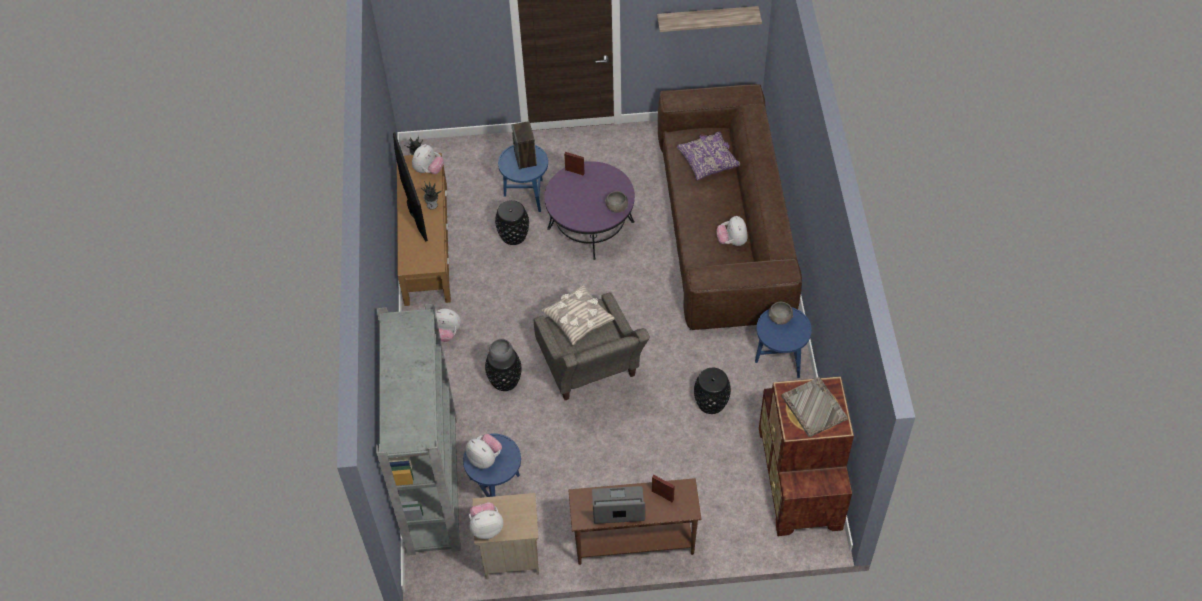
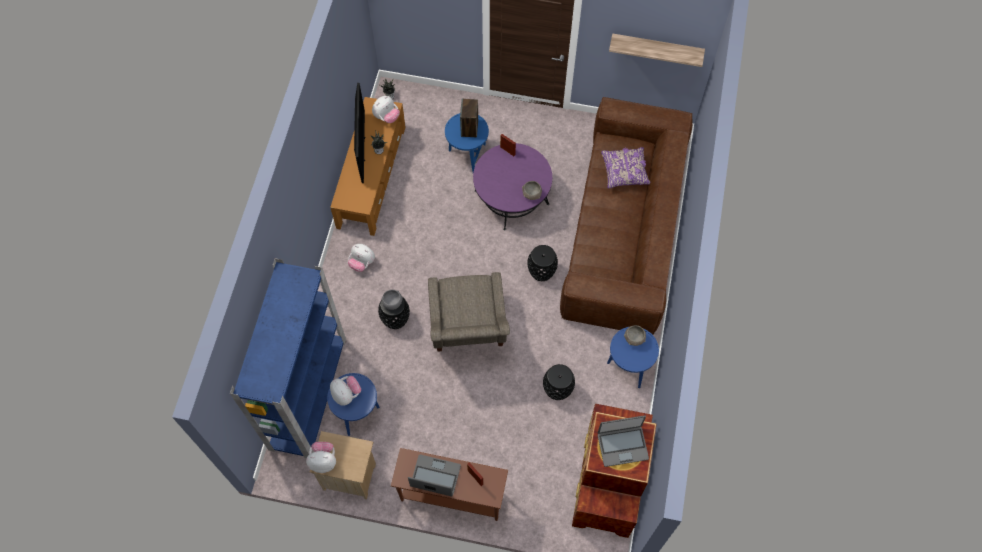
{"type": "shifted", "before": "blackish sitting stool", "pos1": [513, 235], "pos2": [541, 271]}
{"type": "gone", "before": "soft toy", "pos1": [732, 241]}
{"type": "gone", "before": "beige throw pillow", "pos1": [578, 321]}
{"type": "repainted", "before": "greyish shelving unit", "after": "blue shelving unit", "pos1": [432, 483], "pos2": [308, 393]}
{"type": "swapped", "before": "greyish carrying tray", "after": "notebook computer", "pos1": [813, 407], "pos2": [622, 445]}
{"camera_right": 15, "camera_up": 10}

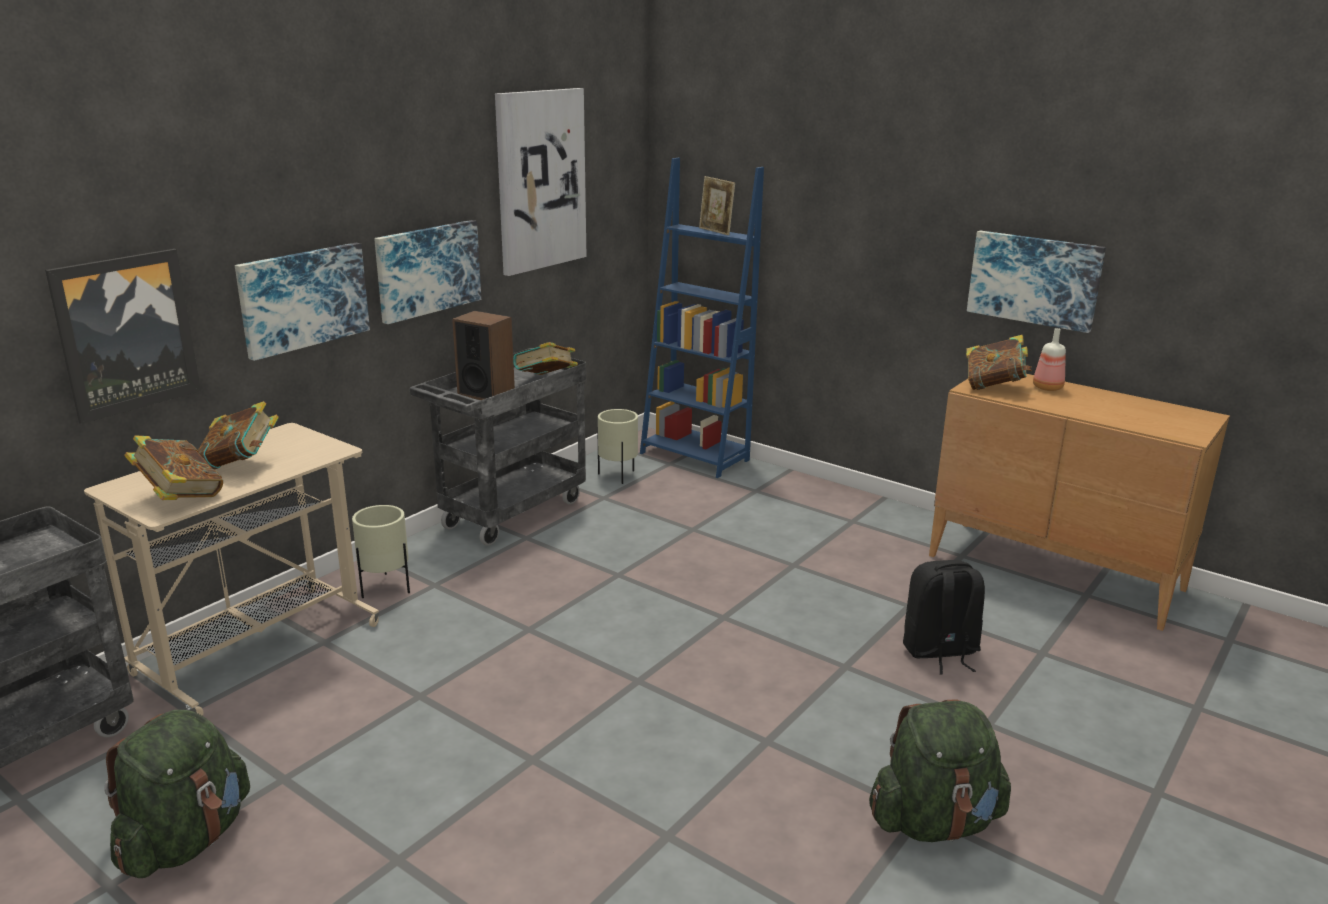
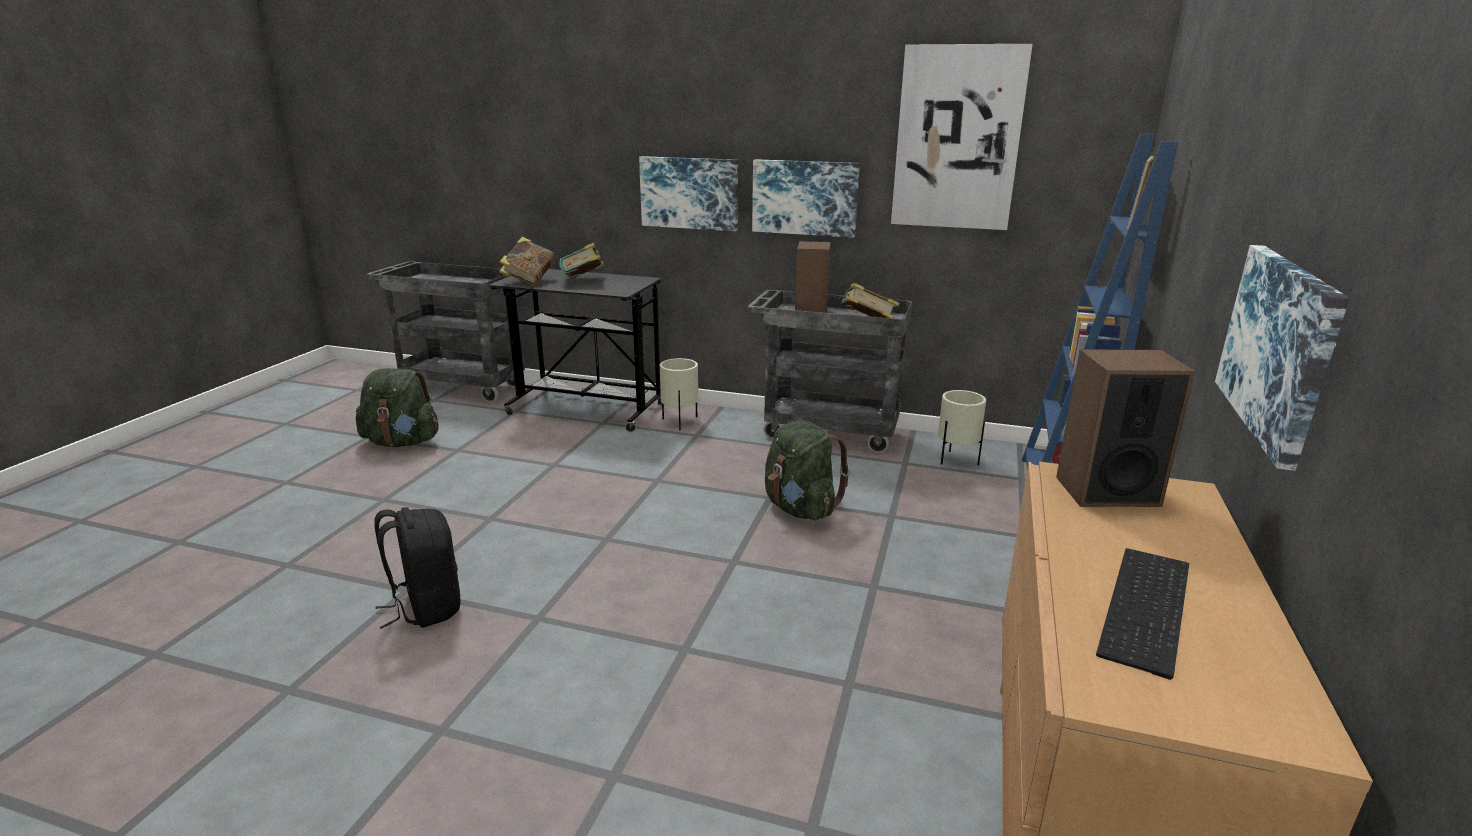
{"type": "gone", "before": "picture", "pos1": [126, 334]}
{"type": "gone", "before": "bottle", "pos1": [1048, 388]}
{"type": "swapped", "before": "volume", "after": "audio speaker", "pos1": [994, 387], "pos2": [1106, 491]}
{"type": "repainted", "before": "beige desk", "after": "blackish desk", "pos1": [259, 648], "pos2": [586, 409]}
{"type": "shifted", "before": "blackish rucksack", "pos1": [940, 652], "pos2": [426, 607]}
{"type": "shifted", "before": "green-coloured rucksack", "pos1": [934, 822], "pos2": [800, 509]}
{"type": "new", "after": "computer keyboard", "pos2": [1150, 610]}
{"camera_right": 70, "camera_up": 0}

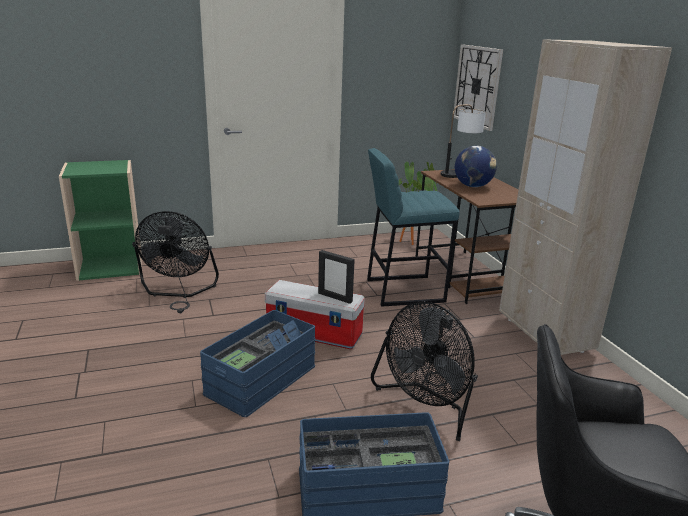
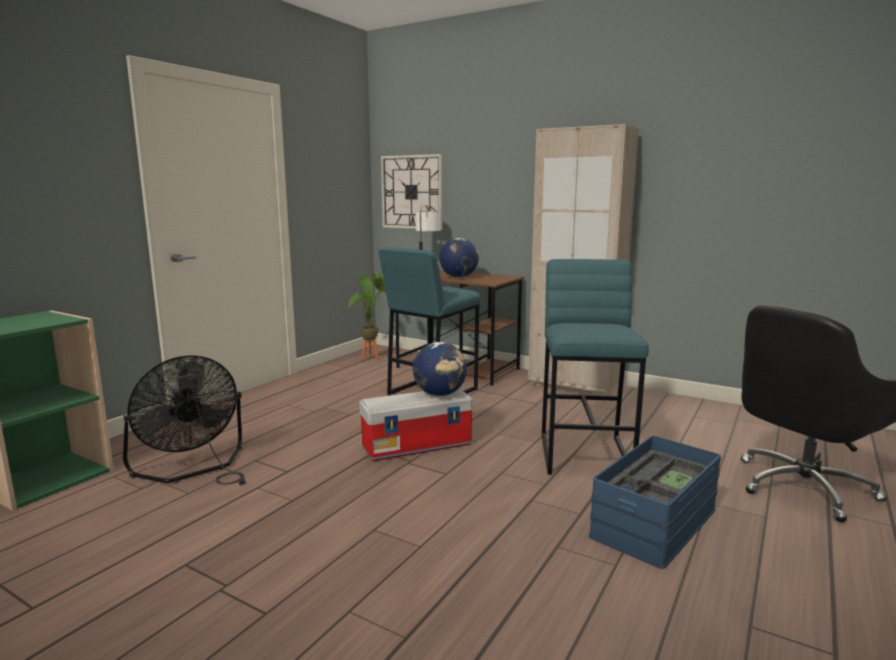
{"type": "swapped", "before": "photo frame", "after": "desk globe", "pos1": [335, 297], "pos2": [440, 394]}
{"type": "swapped", "before": "blackish cooling fan", "after": "turquoise-coloured sitting stool", "pos1": [425, 402], "pos2": [584, 454]}
{"type": "gone", "before": "blue storage bin", "pos1": [260, 378]}
{"camera_right": -40, "camera_up": -10}

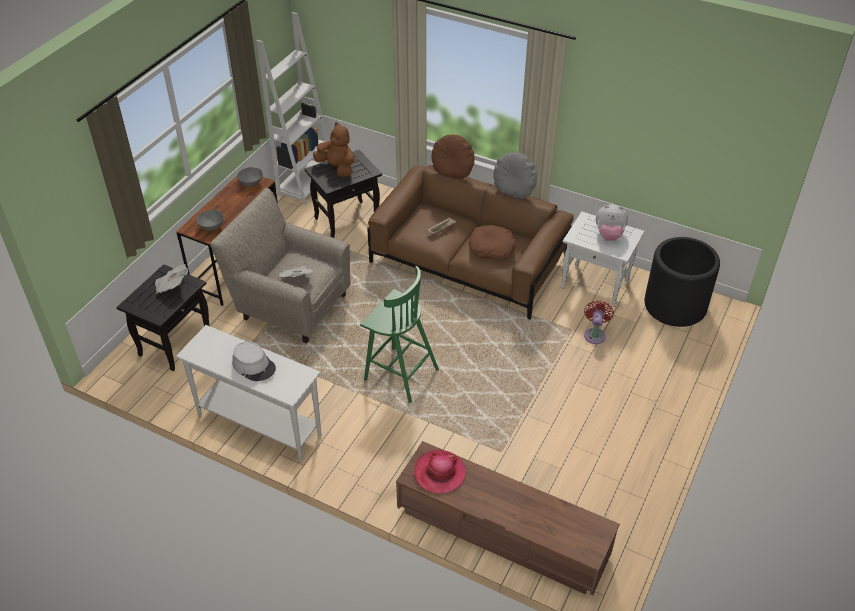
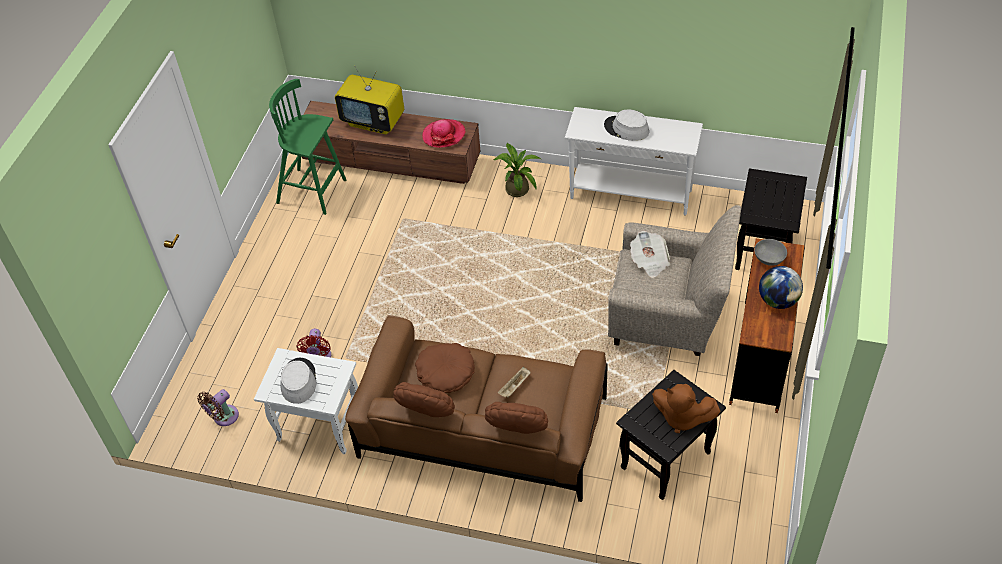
{"type": "gone", "before": "white-coloured shelving unit", "pos1": [306, 184]}
{"type": "repainted", "before": "greyish throw pillow", "after": "brown-coloured throw pillow", "pos1": [513, 192], "pos2": [426, 416]}
{"type": "gone", "before": "greyish serving bowl", "pos1": [251, 183]}
{"type": "swapped", "before": "soft toy", "after": "greyish hat", "pos1": [609, 235], "pos2": [298, 381]}
{"type": "swapped", "before": "blackish planter", "after": "brown-coloured cooling fan", "pos1": [675, 305], "pos2": [223, 417]}
{"type": "gone", "before": "newspaper", "pos1": [172, 286]}
{"type": "shifted", "before": "green-coloured sitting stool", "pos1": [399, 374], "pos2": [314, 191]}
{"type": "new", "after": "TV set", "pos2": [374, 121]}
{"type": "new", "after": "plant in a pot", "pos2": [517, 187]}
{"type": "new", "after": "desk globe", "pos2": [778, 301]}
{"camera_right": 170, "camera_up": 5}

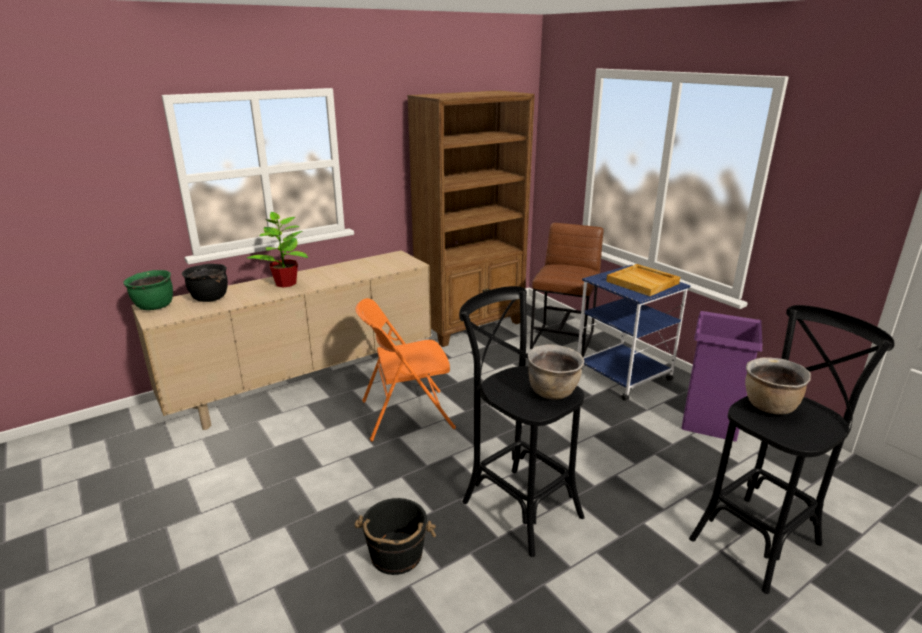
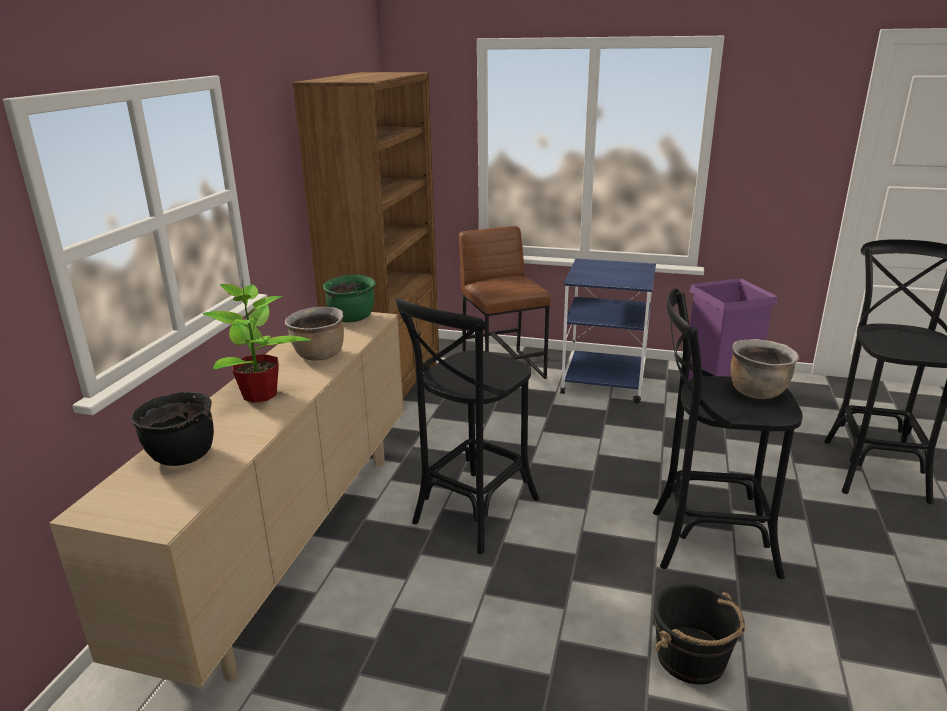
{"type": "gone", "before": "beige carrying tray", "pos1": [643, 282]}
{"type": "shifted", "before": "green-coloured cooking pot", "pos1": [154, 307], "pos2": [352, 318]}
{"type": "swapped", "before": "orangey upright chair", "after": "blackish sitting stool", "pos1": [407, 414], "pos2": [472, 513]}
{"type": "shifted", "before": "brown-coloured cooking pot", "pos1": [769, 407], "pos2": [319, 355]}
{"camera_right": -40, "camera_up": 0}

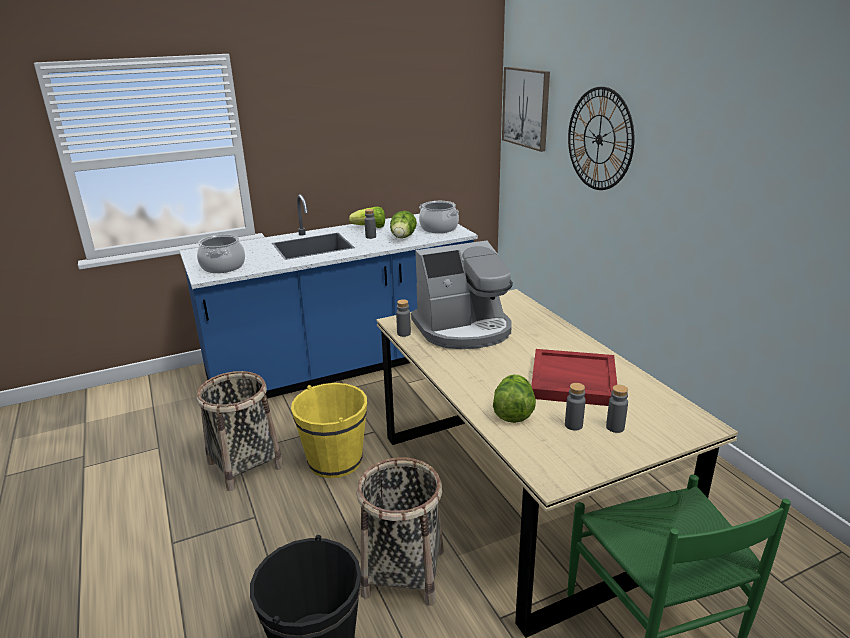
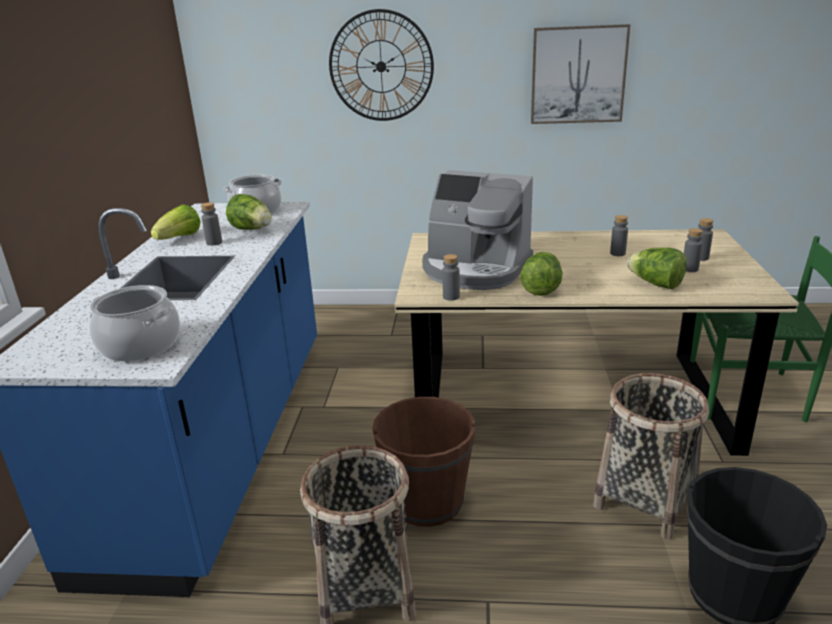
{"type": "shifted", "before": "picture", "pos1": [526, 108], "pos2": [578, 75]}
{"type": "rotated", "before": "coffee brewer", "pos1": [464, 329], "pos2": [475, 270], "turn": 105}
{"type": "swapped", "before": "reddish carrying tray", "after": "greyish bottle", "pos1": [572, 381], "pos2": [617, 253]}
{"type": "repainted", "before": "yellow-coloured pail", "after": "brown-coloured pail", "pos1": [335, 460], "pos2": [427, 501]}
{"type": "new", "after": "lettuce", "pos2": [541, 288]}
{"camera_right": -60, "camera_up": 0}

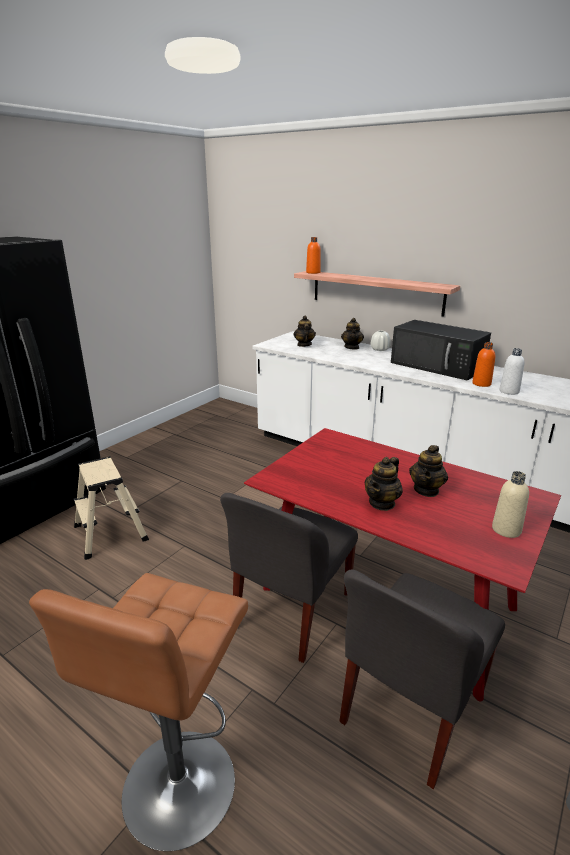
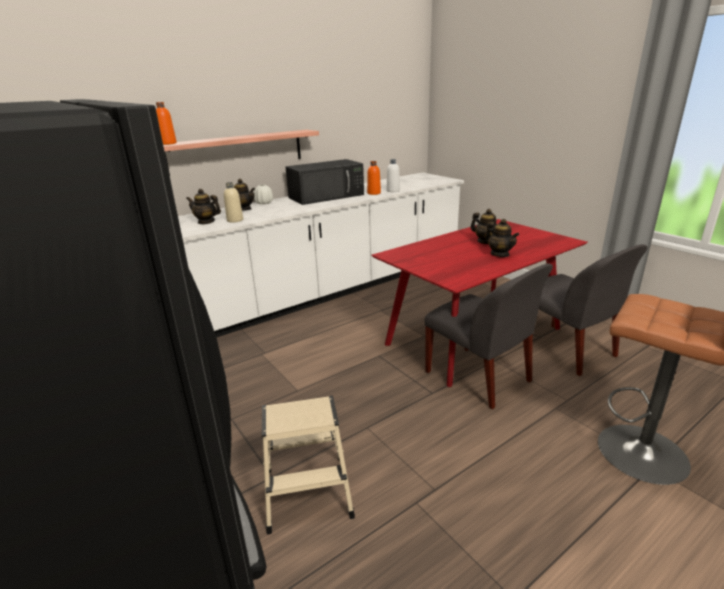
{"type": "shifted", "before": "beige bottle", "pos1": [506, 529], "pos2": [235, 220]}
{"camera_right": -70, "camera_up": 0}

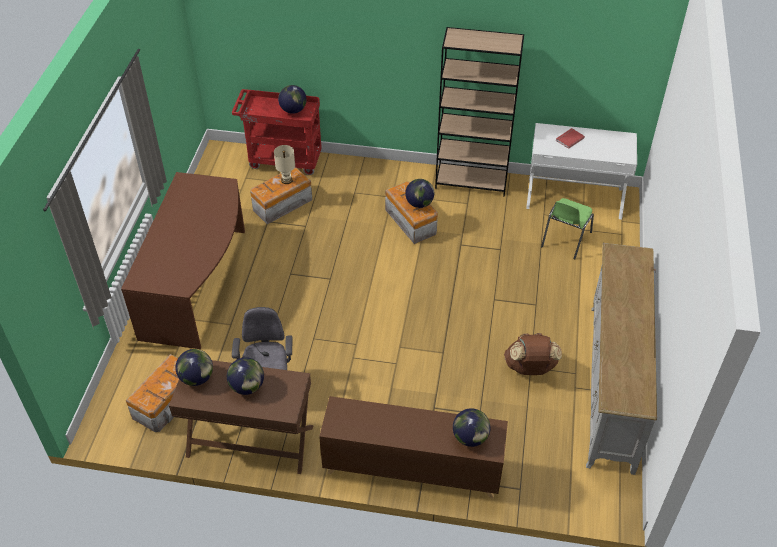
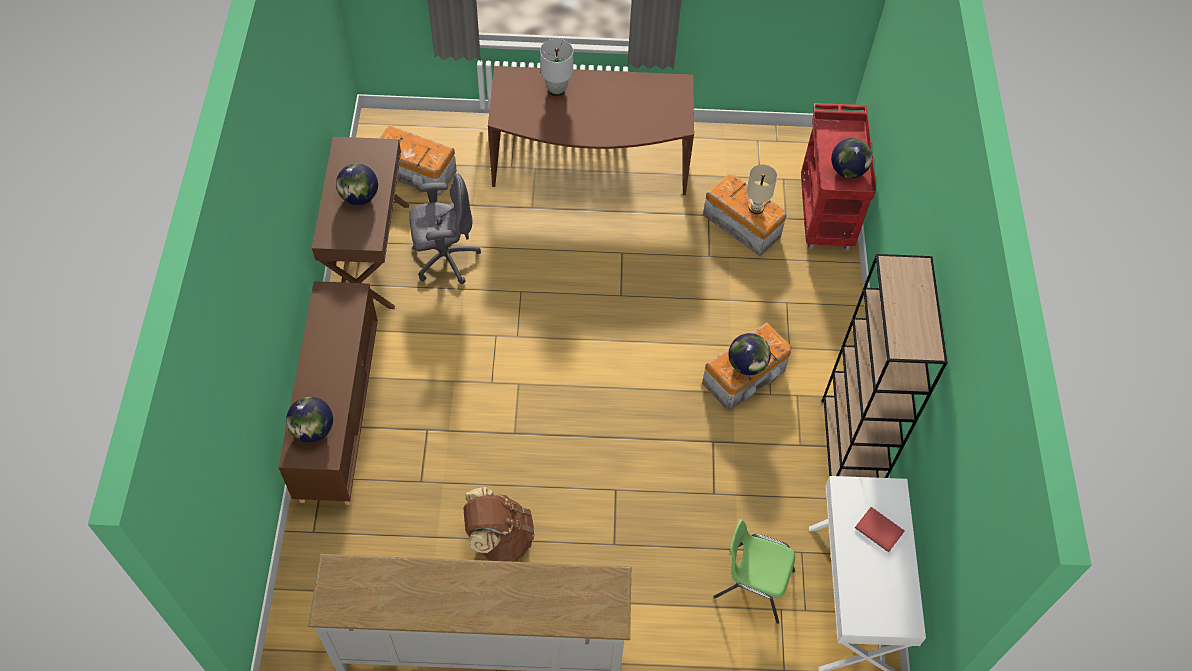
{"type": "gone", "before": "desk globe", "pos1": [197, 378]}
{"type": "new", "after": "white-coloured lamp for a table", "pos2": [556, 90]}
{"camera_right": 80, "camera_up": 10}

